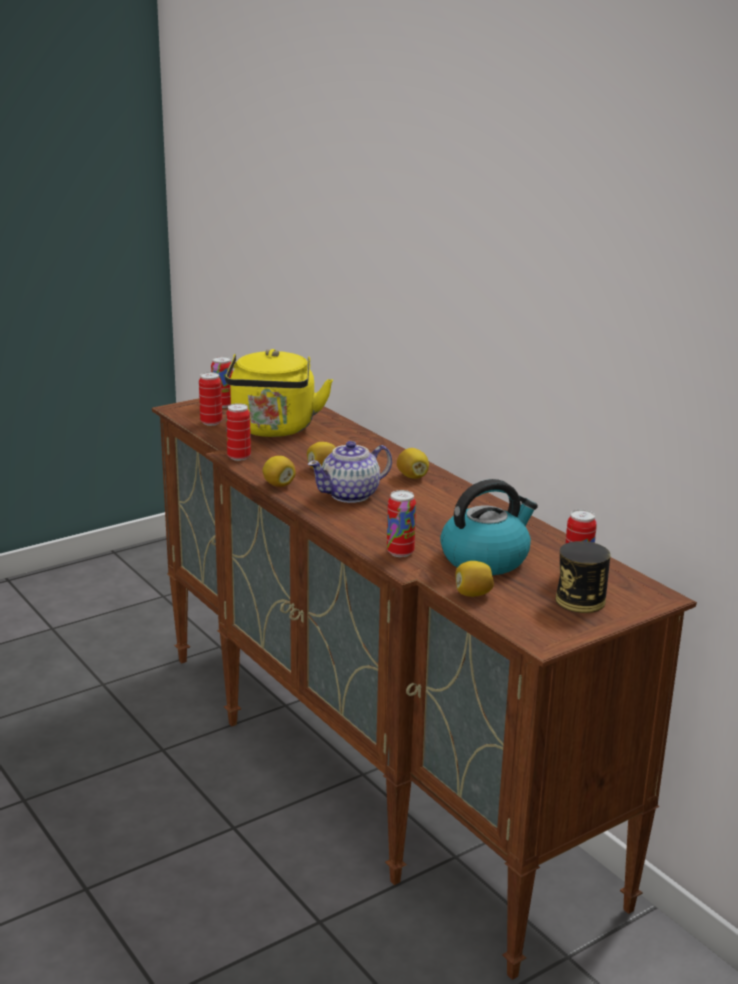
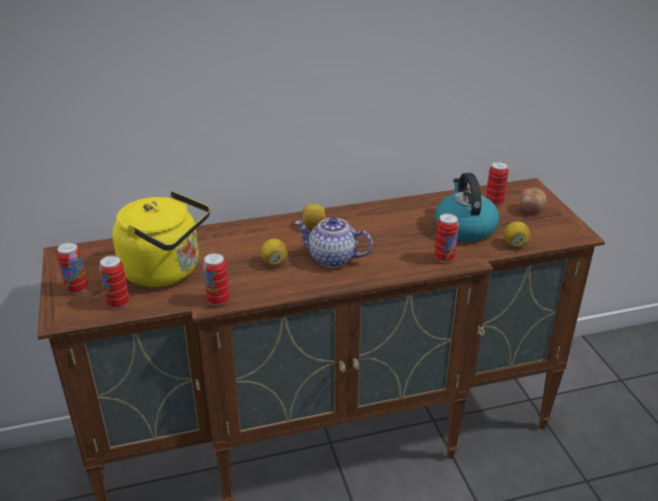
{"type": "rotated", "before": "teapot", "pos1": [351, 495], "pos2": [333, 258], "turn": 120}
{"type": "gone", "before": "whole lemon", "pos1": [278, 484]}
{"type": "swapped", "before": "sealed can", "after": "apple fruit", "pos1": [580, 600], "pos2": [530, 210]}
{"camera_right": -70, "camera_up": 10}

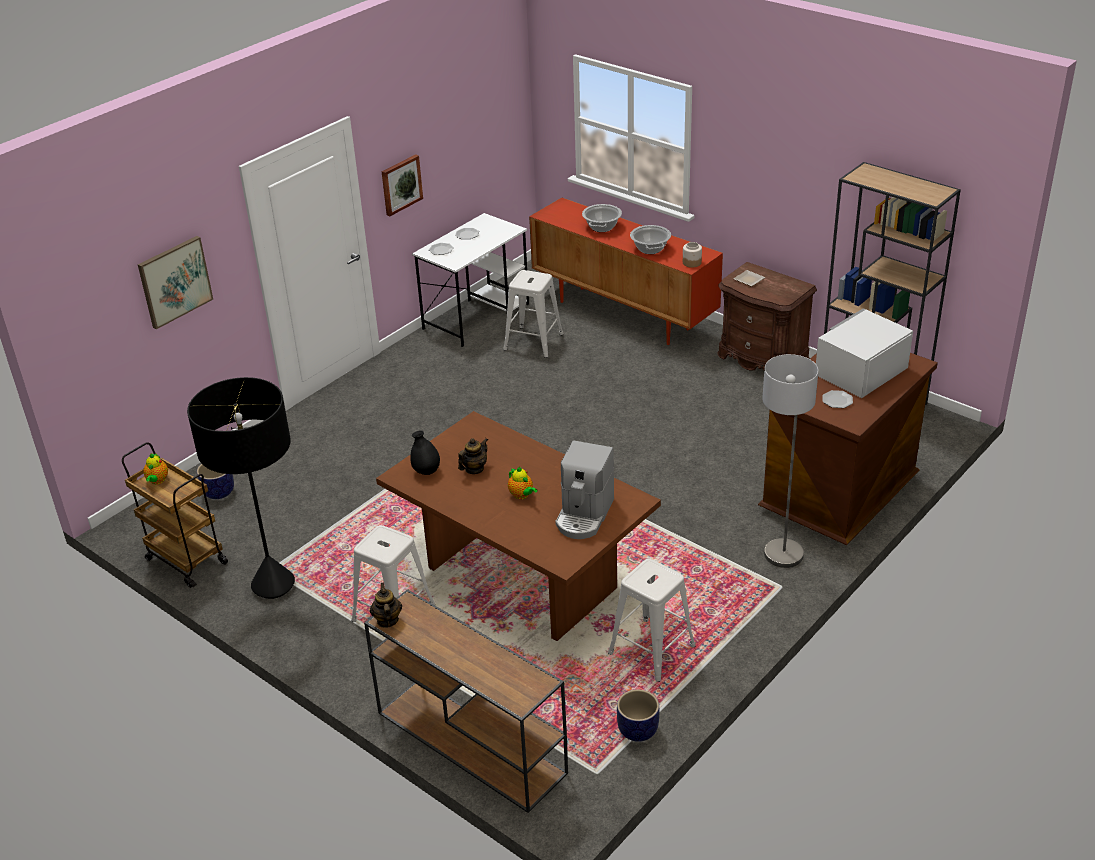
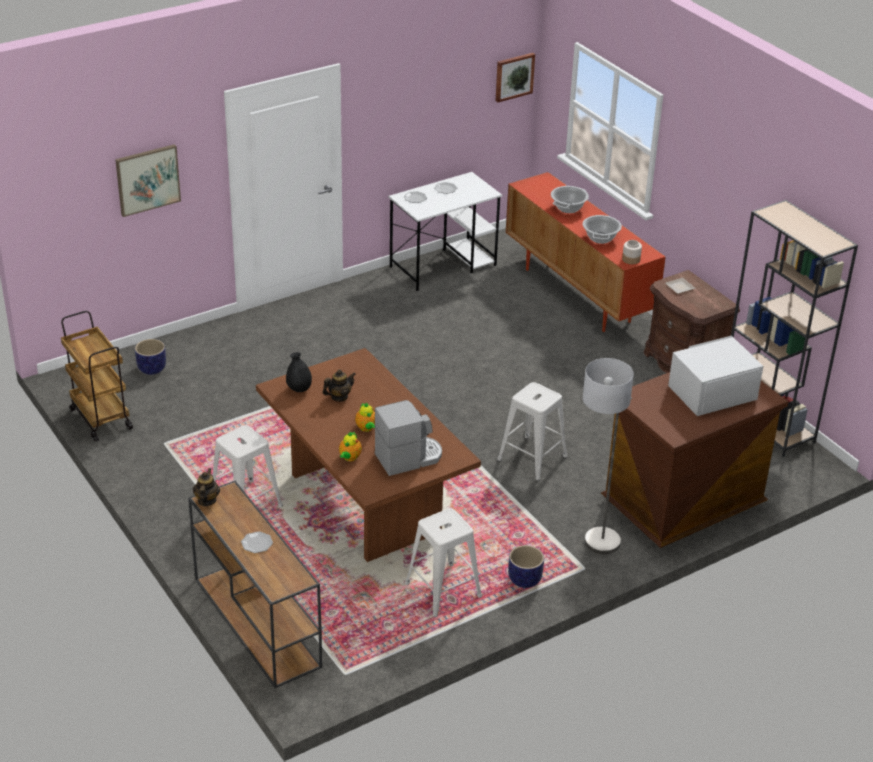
{"type": "shifted", "before": "picture", "pos1": [401, 184], "pos2": [514, 76]}
{"type": "shifted", "before": "white-coloured sitting stool", "pos1": [533, 342], "pos2": [532, 458]}
{"type": "gone", "before": "blackish floor lamp", "pos1": [273, 587]}
{"type": "shifted", "before": "dinner plate", "pos1": [837, 400], "pos2": [256, 543]}
{"type": "rotated", "before": "coffee brewer", "pos1": [584, 515], "pos2": [409, 458], "turn": -150}
{"type": "shifted", "before": "teapot", "pos1": [157, 481], "pos2": [349, 458]}
{"type": "shifted", "before": "planter", "pos1": [637, 730], "pos2": [524, 580]}
{"camera_right": 15, "camera_up": 0}

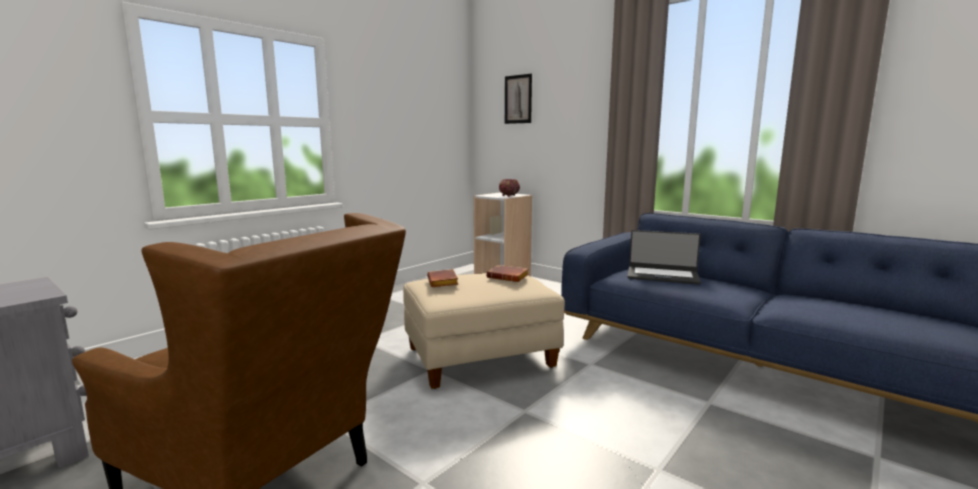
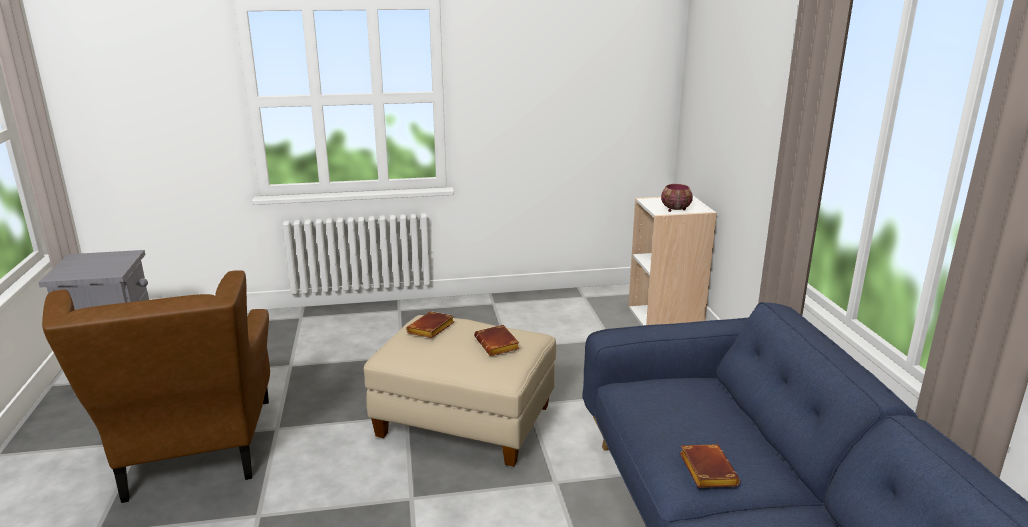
{"type": "gone", "before": "picture", "pos1": [518, 99]}
{"type": "gone", "before": "notebook computer", "pos1": [662, 276]}
{"type": "new", "after": "brown-coloured volume", "pos2": [705, 470]}
{"camera_right": 40, "camera_up": 10}

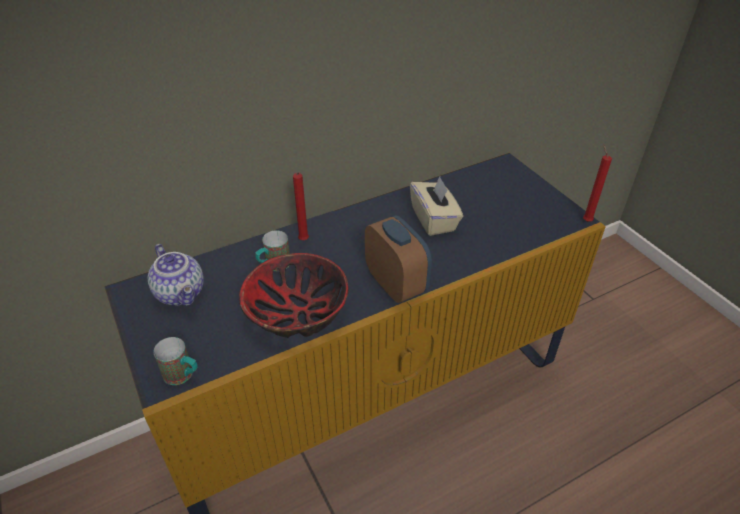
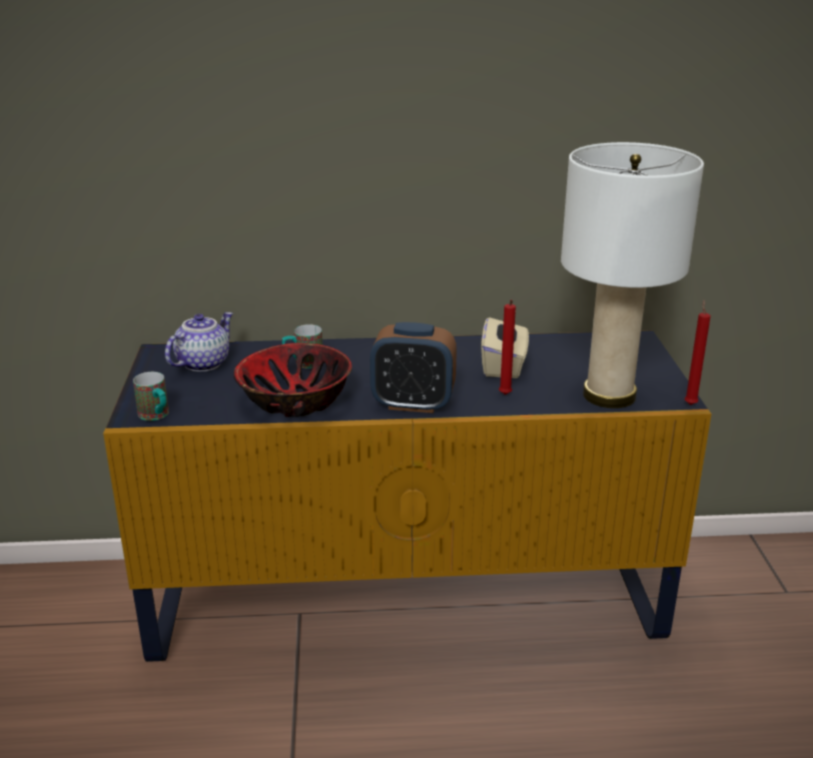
{"type": "shifted", "before": "reddish candle", "pos1": [304, 241], "pos2": [505, 395]}
{"type": "rotated", "before": "alarm clock", "pos1": [396, 284], "pos2": [413, 404], "turn": 105}
{"type": "rotated", "before": "teapot", "pos1": [182, 293], "pos2": [202, 363], "turn": -135}
{"type": "new", "after": "white-coloured lamp for a table", "pos2": [608, 395]}
{"camera_right": 25, "camera_up": -15}

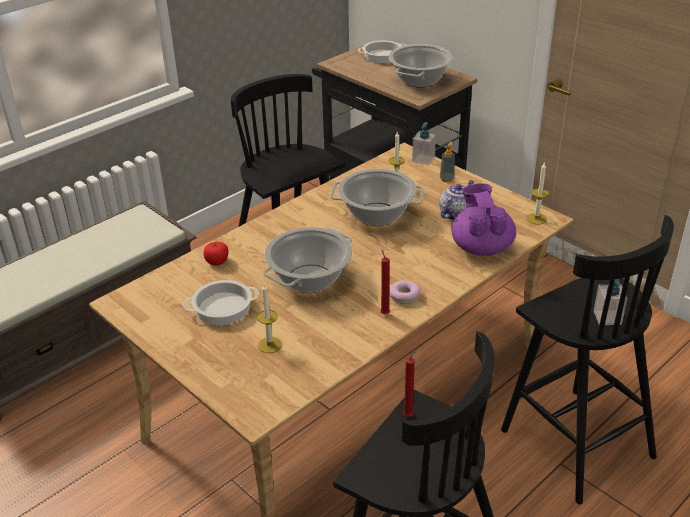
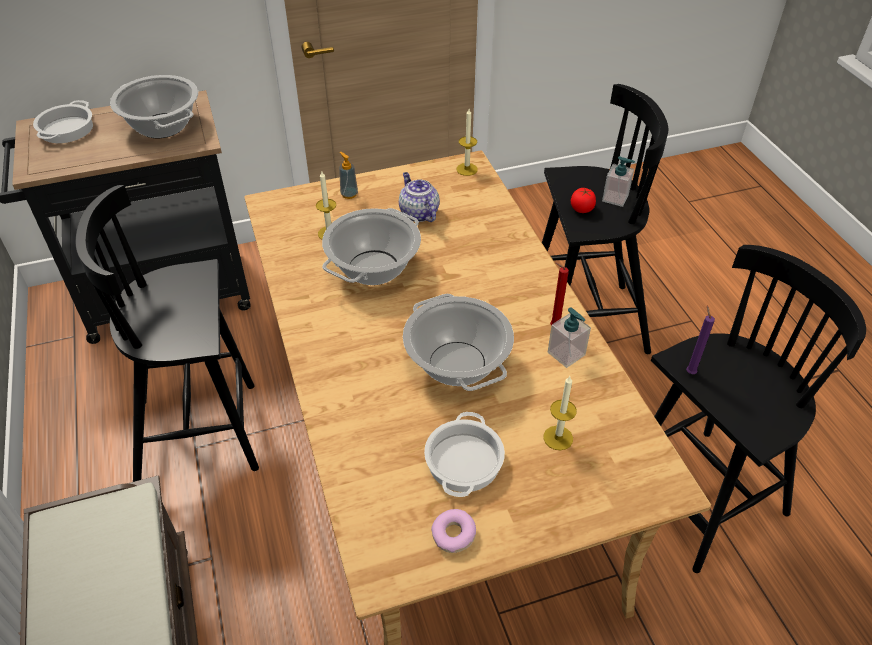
{"type": "shifted", "before": "soap dispenser", "pos1": [423, 159], "pos2": [566, 354]}
{"type": "gone", "before": "purple teapot", "pos1": [481, 247]}
{"type": "shifted", "before": "tomato", "pos1": [217, 261], "pos2": [582, 209]}
{"type": "shifted", "before": "ring doughnut", "pos1": [404, 296], "pos2": [453, 534]}
{"type": "repainted", "before": "reddish candle", "after": "purple candle", "pos1": [409, 415], "pos2": [689, 371]}
{"camera_right": -65, "camera_up": 10}

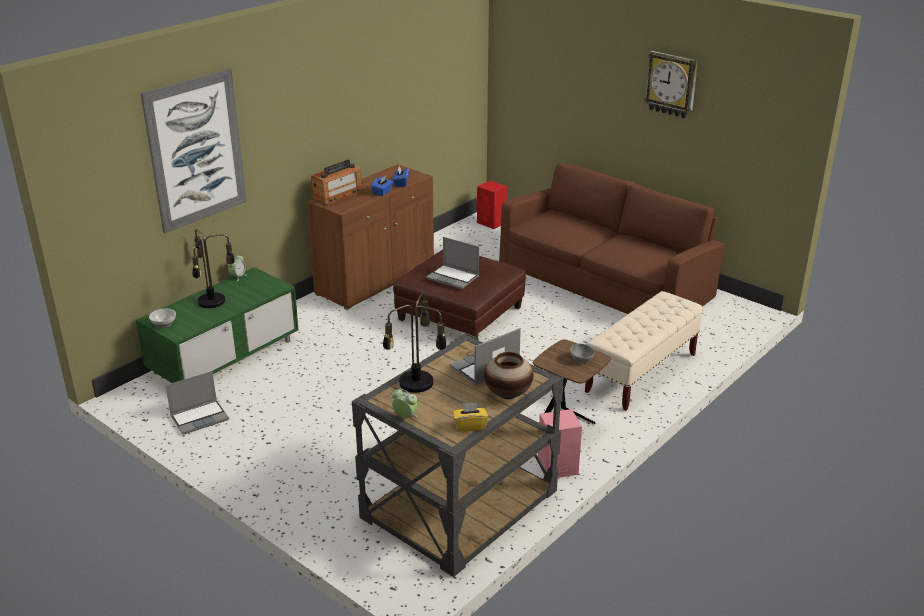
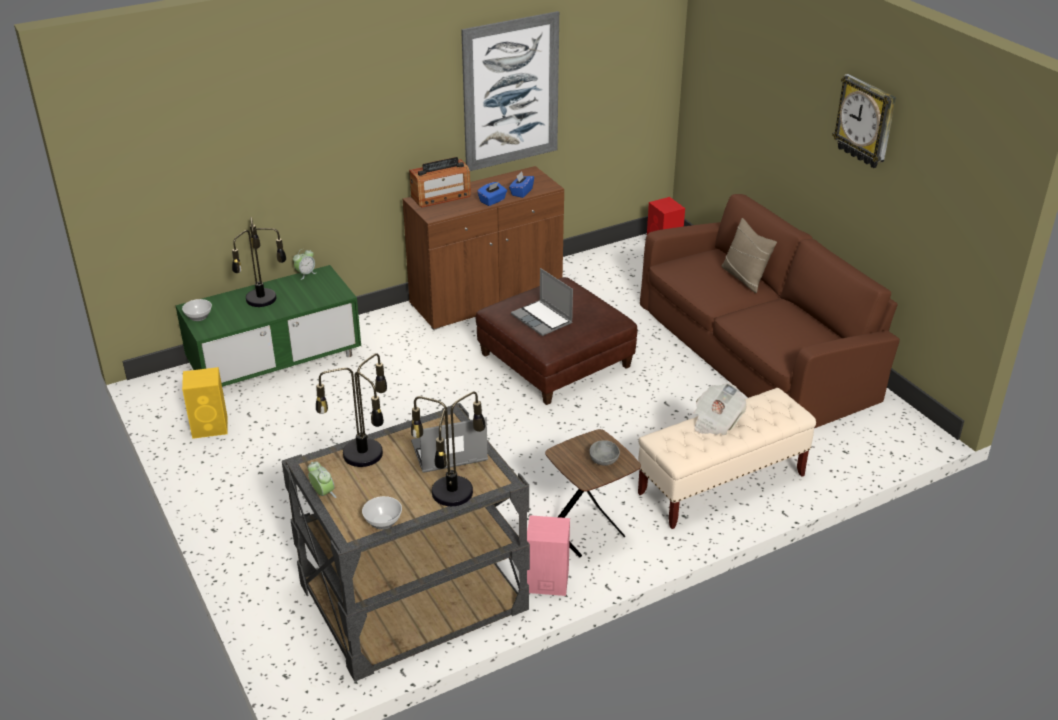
{"type": "shifted", "before": "picture", "pos1": [196, 150], "pos2": [511, 92]}
{"type": "swapped", "before": "vase", "after": "lamp for a table", "pos1": [508, 394], "pos2": [451, 492]}
{"type": "swapped", "before": "notebook computer", "after": "yellow-coloured audio speaker", "pos1": [200, 417], "pos2": [211, 427]}
{"type": "swapped", "before": "yellow-coloured tissue box", "after": "serving bowl", "pos1": [470, 426], "pos2": [382, 522]}
{"type": "new", "after": "beige throw pillow", "pos2": [744, 278]}
{"type": "new", "after": "newspaper", "pos2": [716, 421]}
{"camera_right": 20, "camera_up": 5}

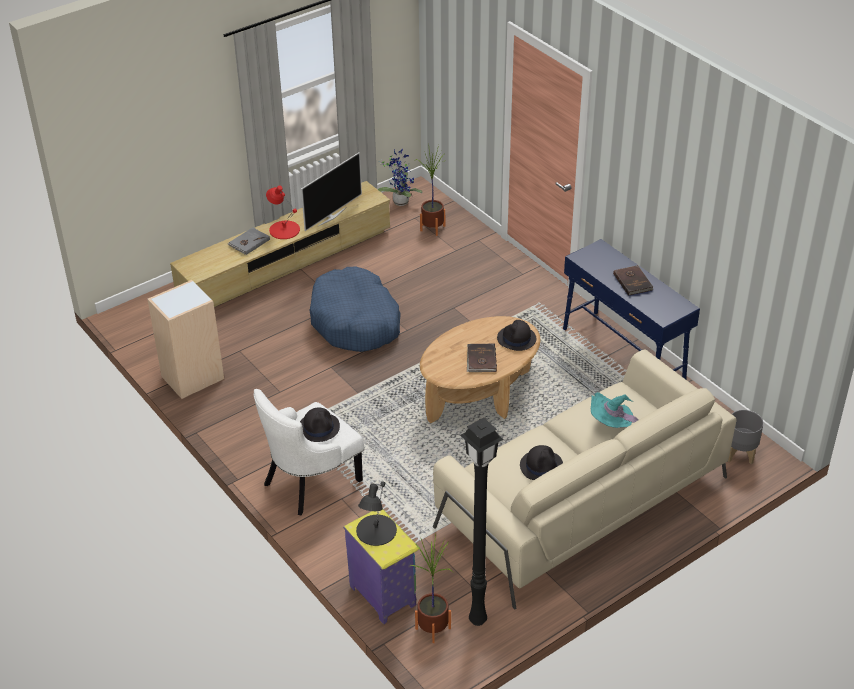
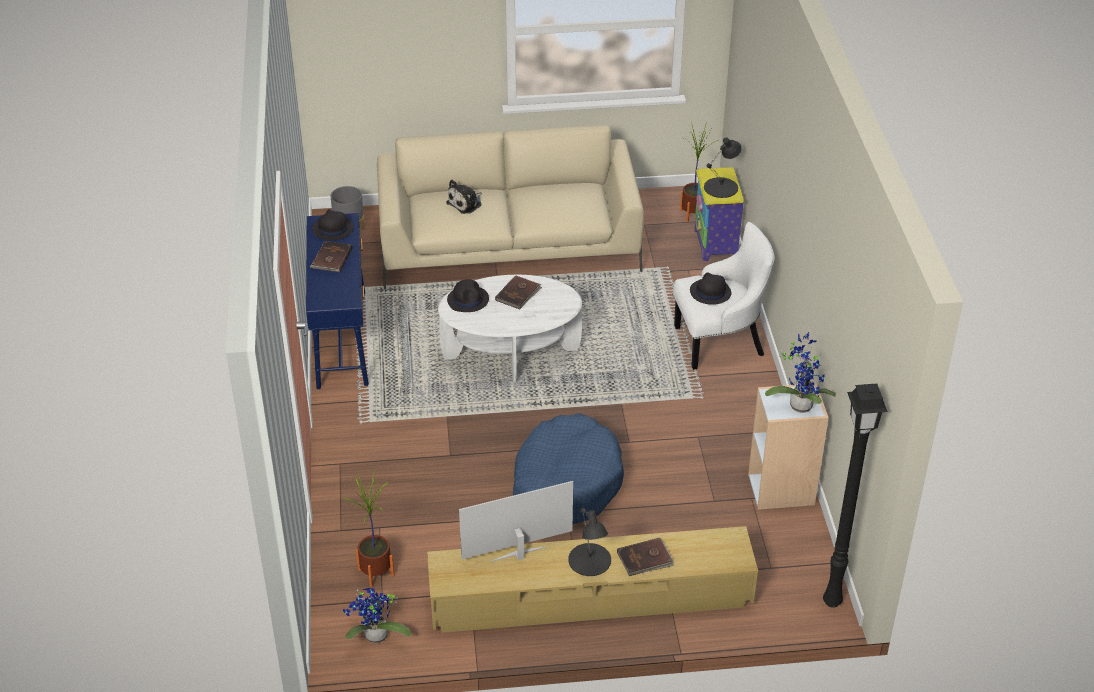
{"type": "repainted", "before": "reddish lamp for a table", "after": "blackish lamp for a table", "pos1": [284, 229], "pos2": [589, 560]}
{"type": "repainted", "before": "greyish volume", "after": "brown-coloured volume", "pos1": [248, 242], "pos2": [645, 559]}
{"type": "repainted", "before": "brown-coloured coffee table", "after": "white-coloured coffee table", "pos1": [479, 397], "pos2": [511, 354]}
{"type": "swapped", "before": "turquoise-coloured hat", "after": "soft toy", "pos1": [612, 424], "pos2": [466, 203]}
{"type": "shifted", "before": "blackish floor lamp", "pos1": [477, 621], "pos2": [833, 600]}
{"type": "shifted", "before": "blackish hat", "pos1": [541, 466], "pos2": [332, 229]}
{"type": "new", "after": "plant in a pot", "pos2": [799, 404]}
{"camera_right": -150, "camera_up": 0}

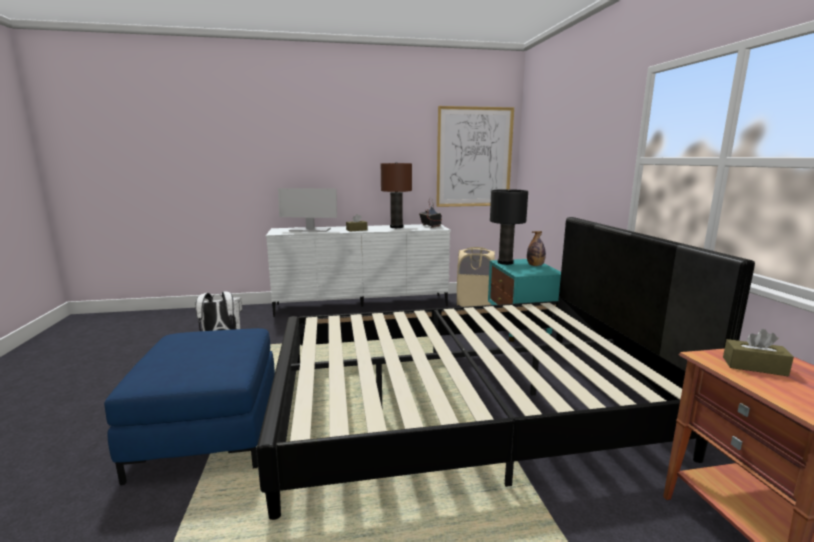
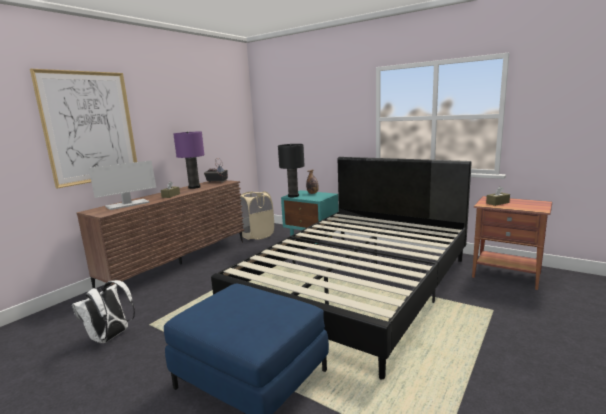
{"type": "shifted", "before": "picture", "pos1": [474, 157], "pos2": [90, 127]}
{"type": "repainted", "before": "brown-coloured lamp for a table", "after": "purple lamp for a table", "pos1": [396, 227], "pos2": [194, 187]}
{"type": "repainted", "before": "white-coloured chest of drawers", "after": "brown-coloured chest of drawers", "pos1": [362, 306], "pos2": [179, 264]}
{"camera_right": -45, "camera_up": 0}

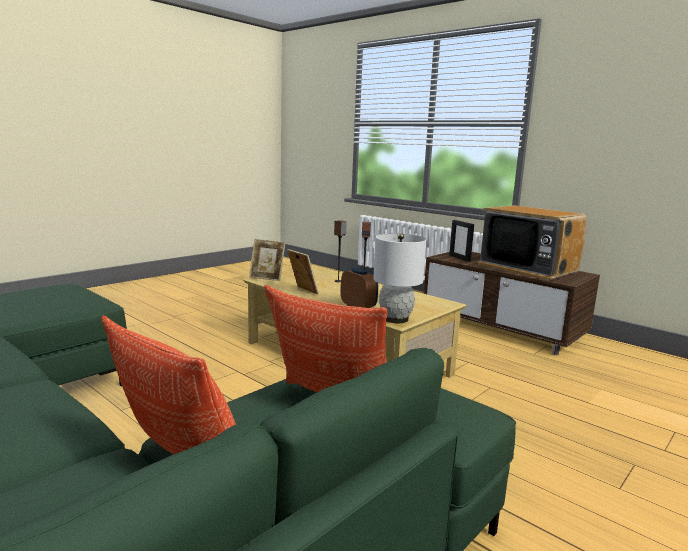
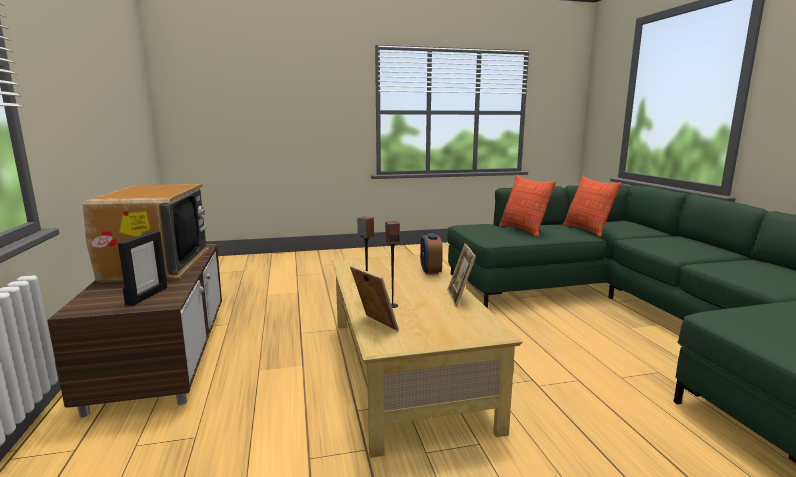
{"type": "gone", "before": "white-coloured lamp for a table", "pos1": [395, 319]}
{"type": "shifted", "before": "photo frame", "pos1": [267, 278], "pos2": [374, 325]}
{"camera_right": -145, "camera_up": 0}

